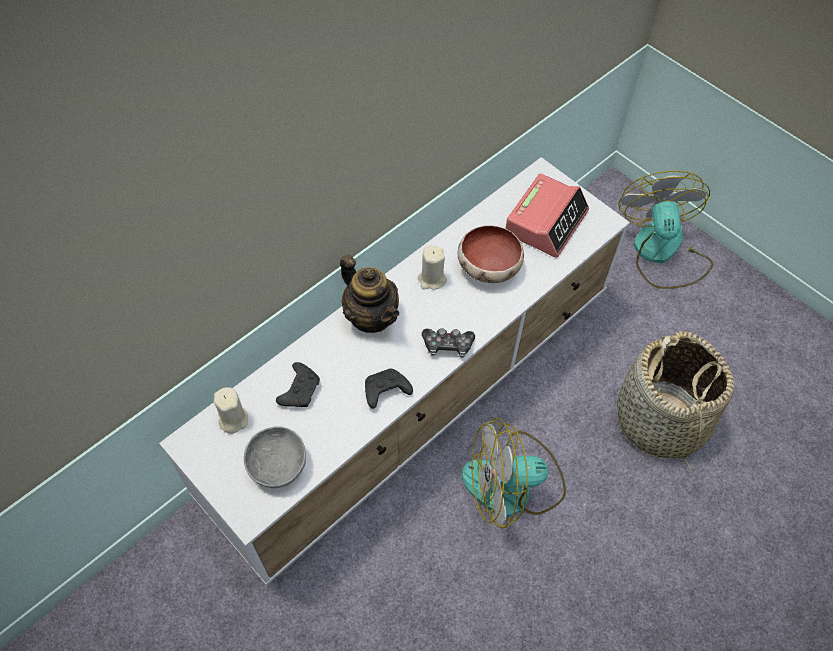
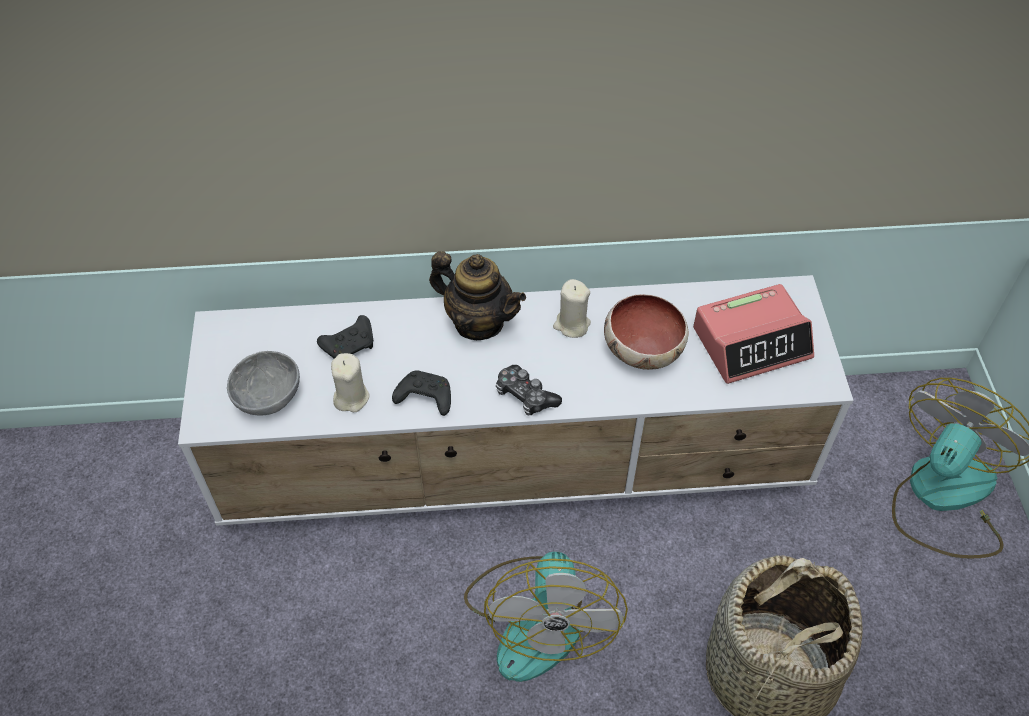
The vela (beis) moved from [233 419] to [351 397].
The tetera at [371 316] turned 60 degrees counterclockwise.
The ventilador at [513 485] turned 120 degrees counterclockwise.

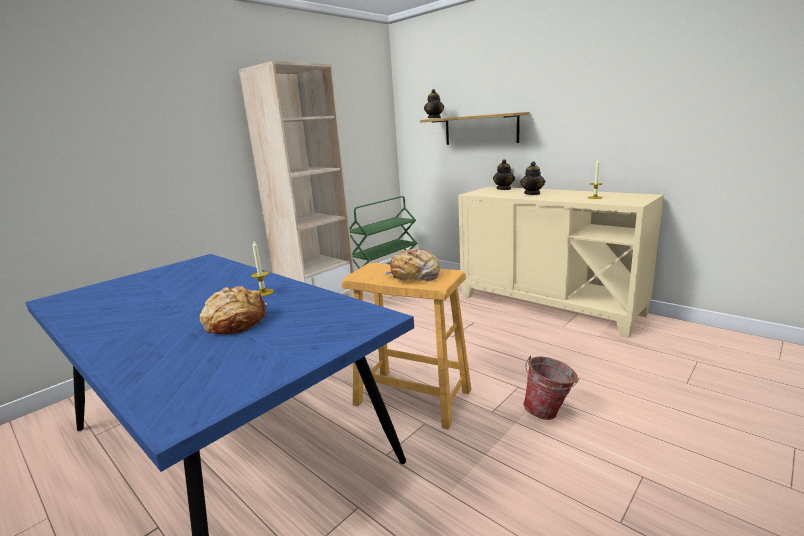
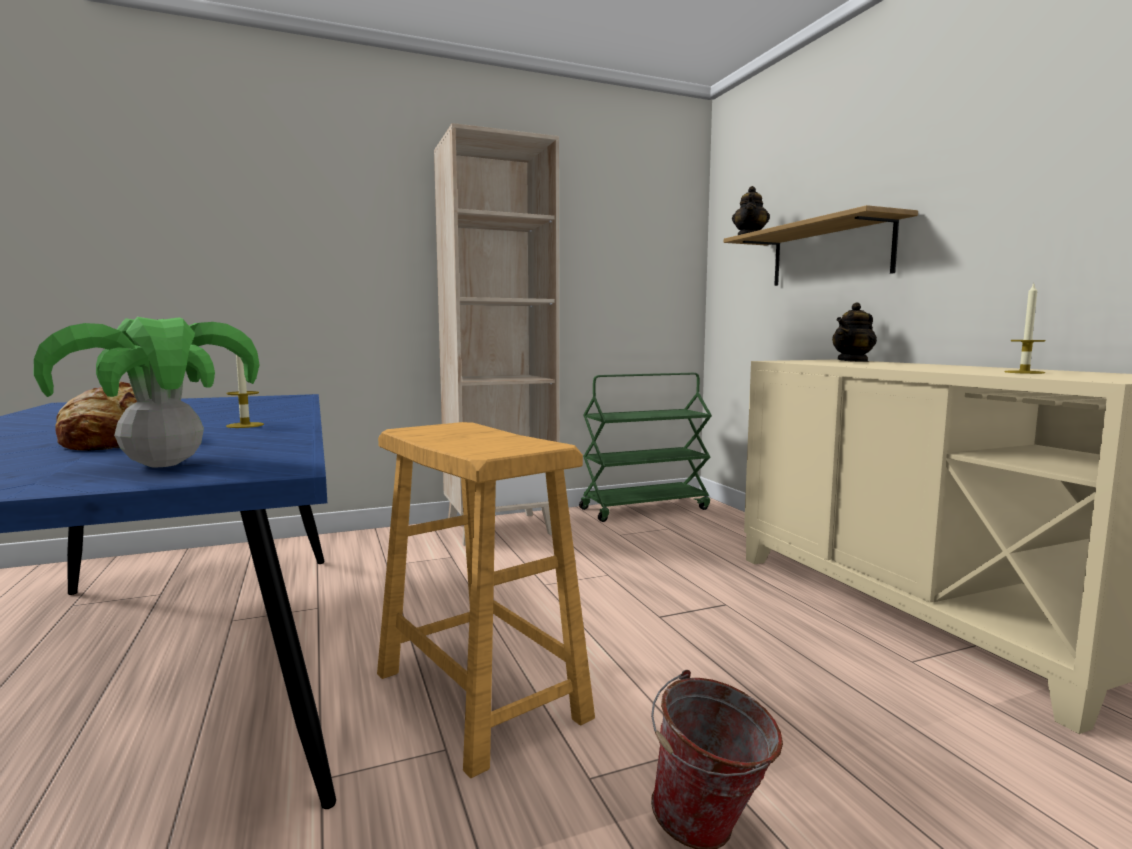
The pan at [414 276] disappeared.
The tetera at [532 193] disappeared.
The planta en maceta at [163 464] appeared.

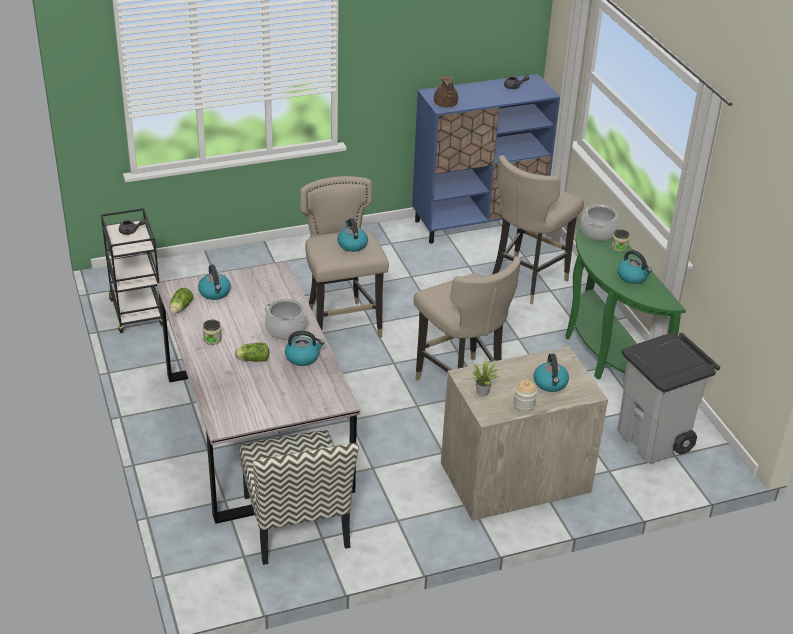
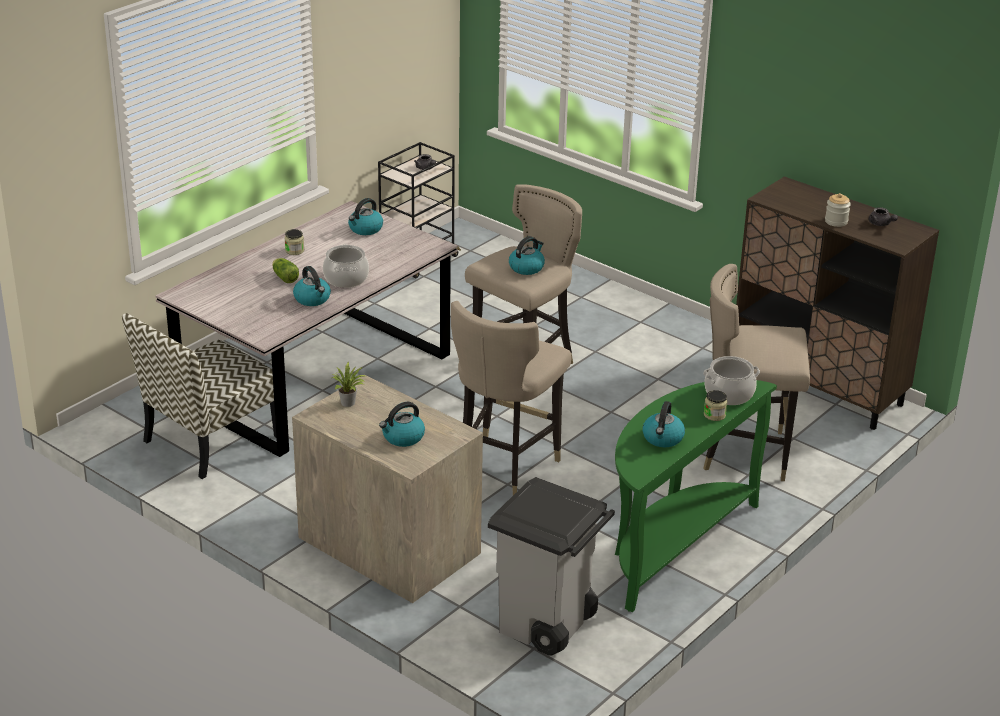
The lechuga at [180 308] disappeared.
The tetera (marrón) at [445 105] disappeared.
The tarro moved from [524 405] to [836 221].
The armario (azul) at [478 222] became the armario (marrón) at [818 388].

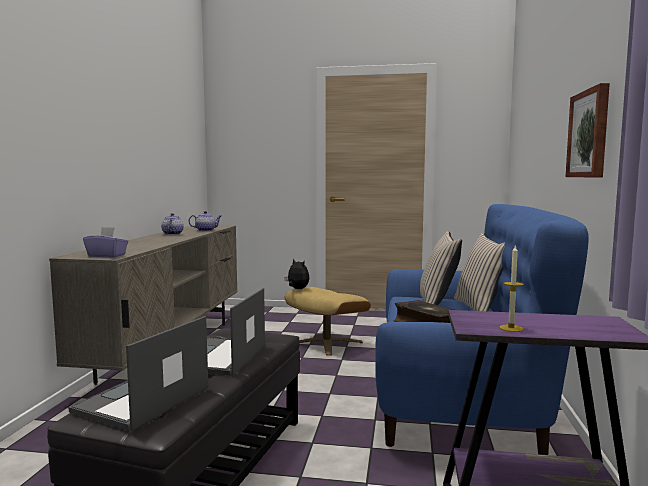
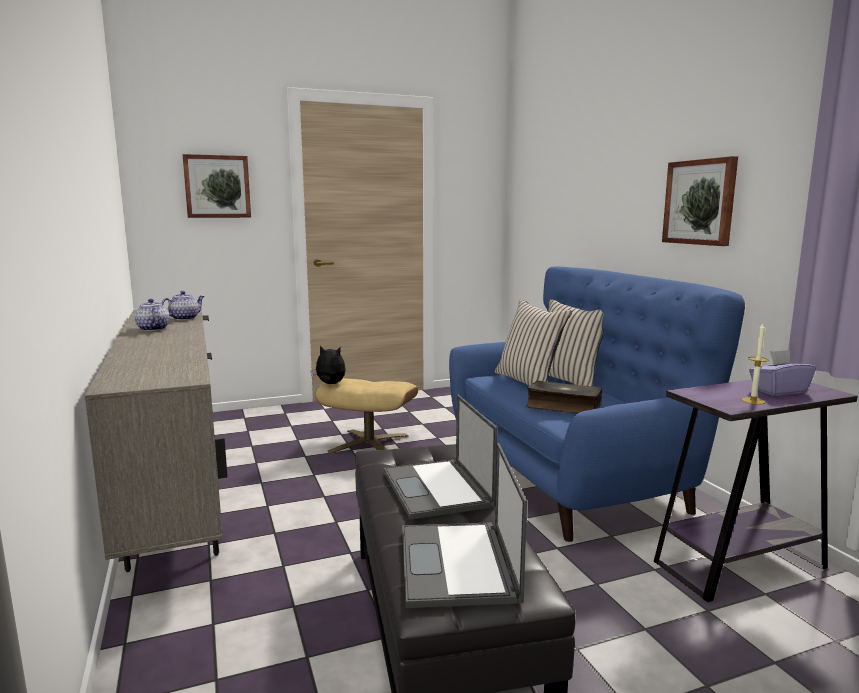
The cuadro at [217 186] appeared.
The caja de pañuelos (morado) moved from [107 256] to [778 391].

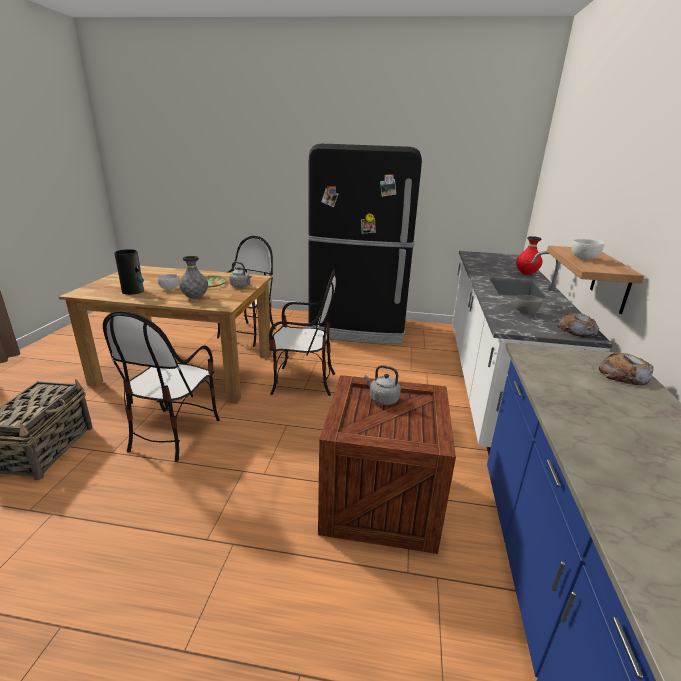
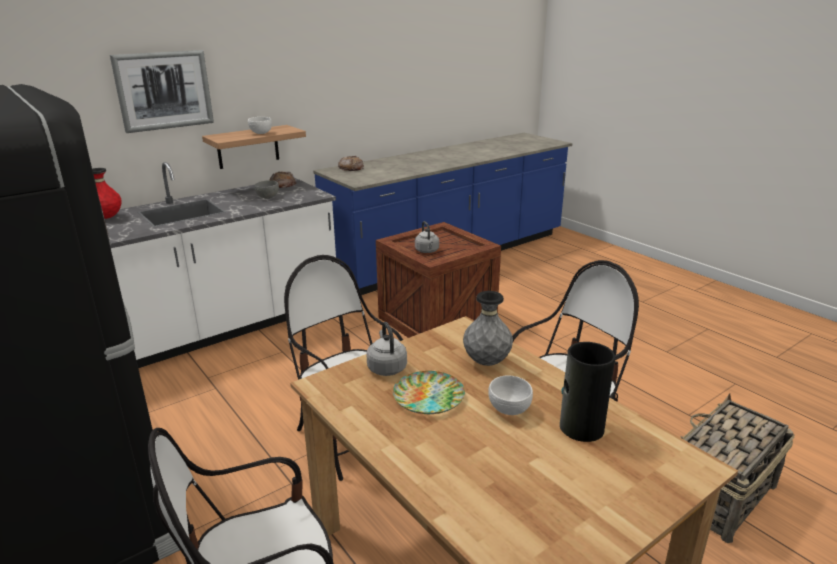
The cuadro at [164 90] appeared.

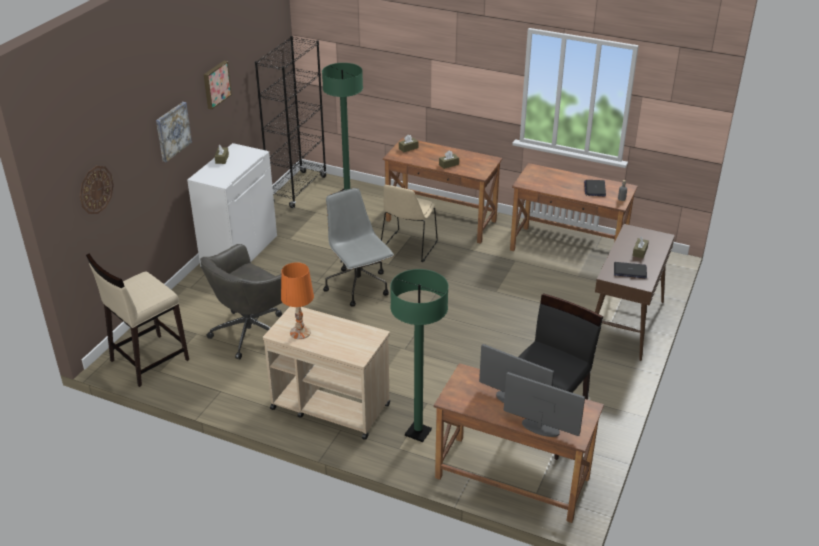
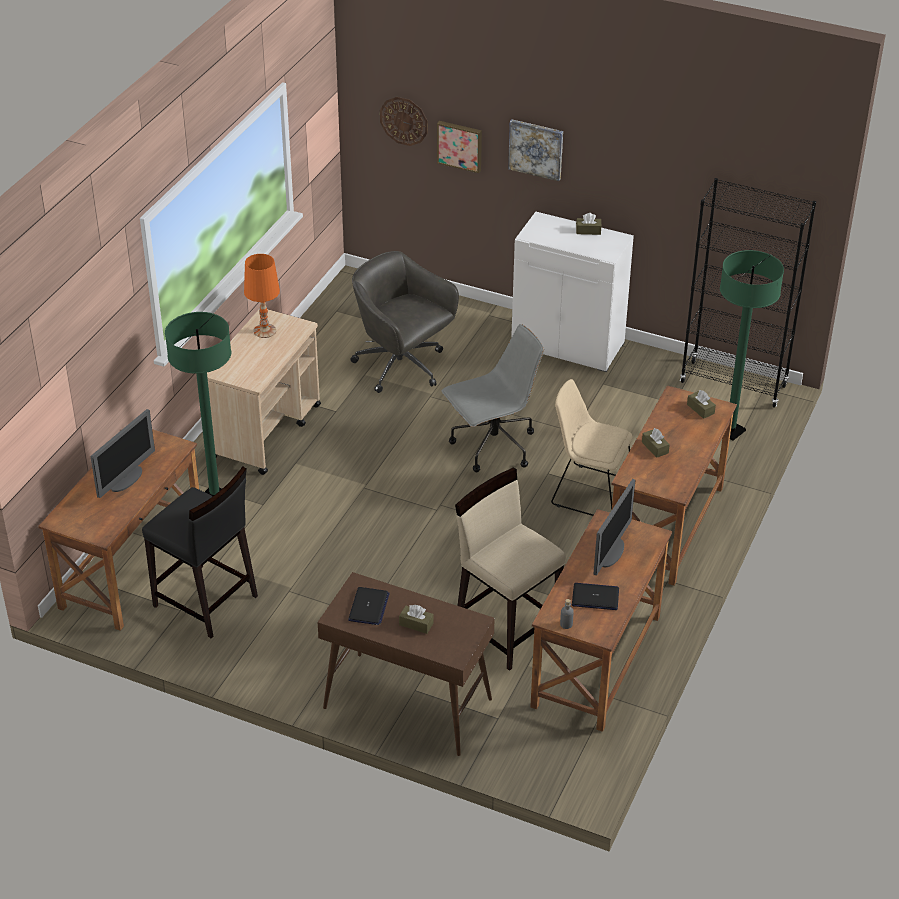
The taburete (beis) moved from [148 360] to [507 630].
The cuadro moved from [216 84] to [460 145].
The monitor moved from [540 428] to [611 553].

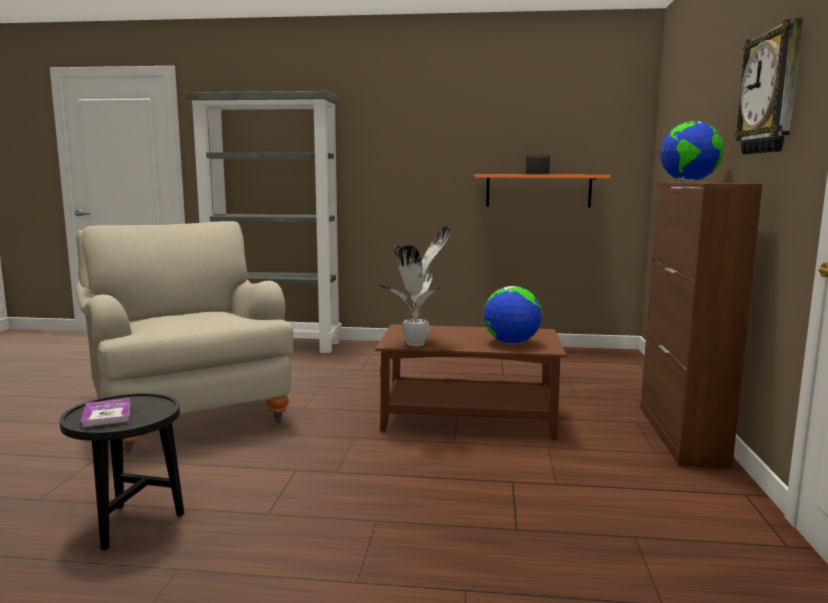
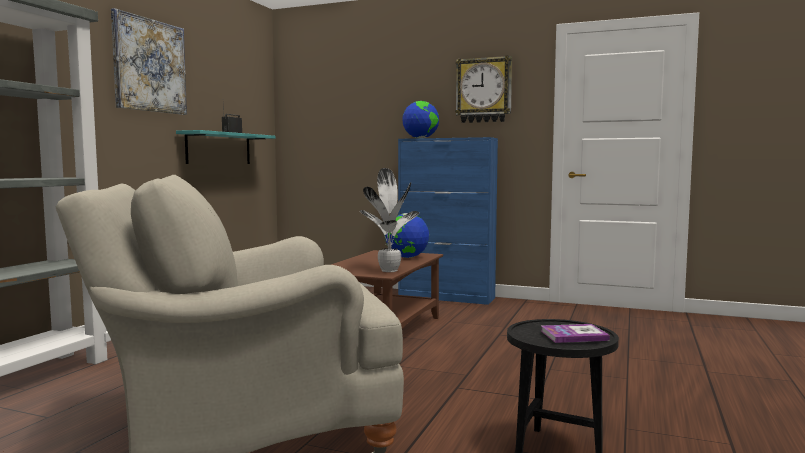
The cuadro at [149 65] appeared.
The estante (naranja) at [538 190] became the estante (turquesa) at [219 148].
The armario (marrón) at [681 435] became the armario (azul) at [446 297].

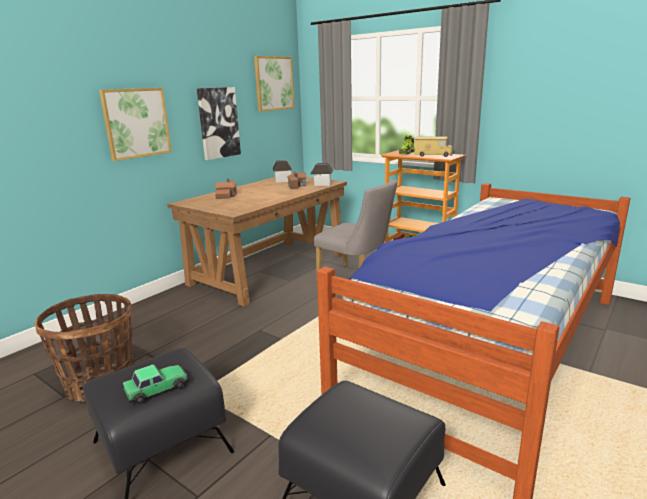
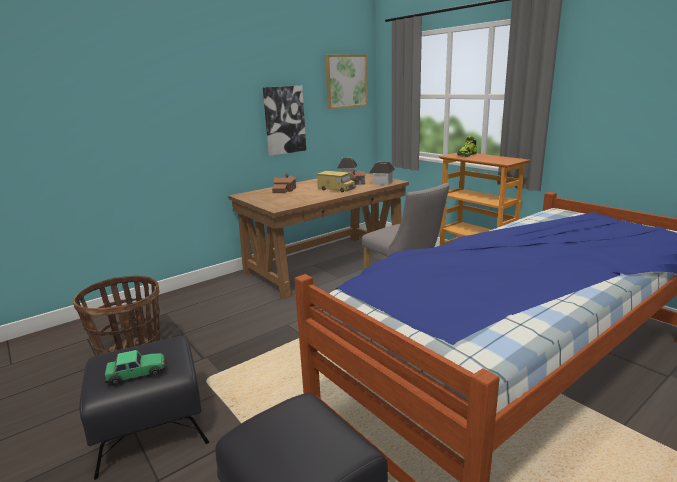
The cuadro at [136 123] disappeared.
The camión de juguete moved from [433 155] to [336 189].

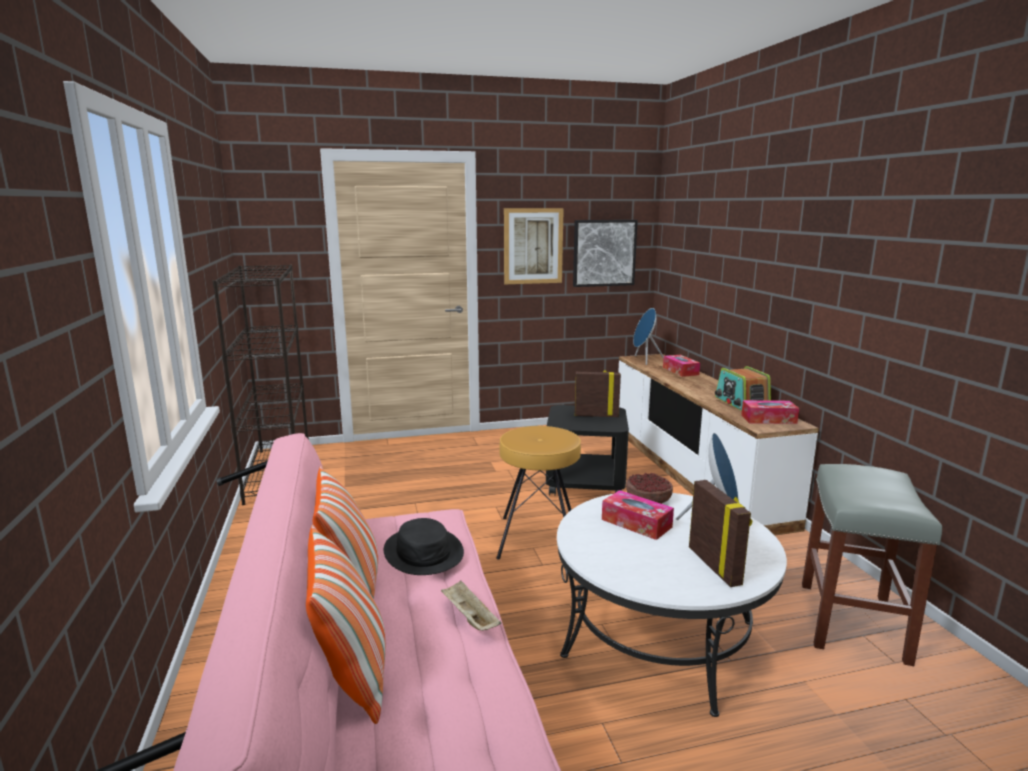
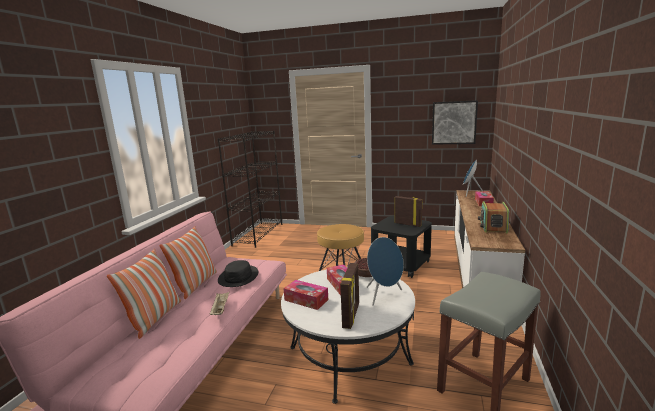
The cuadro at [533 246] disappeared.
The caja de pañuelos moved from [768 419] to [306 300].

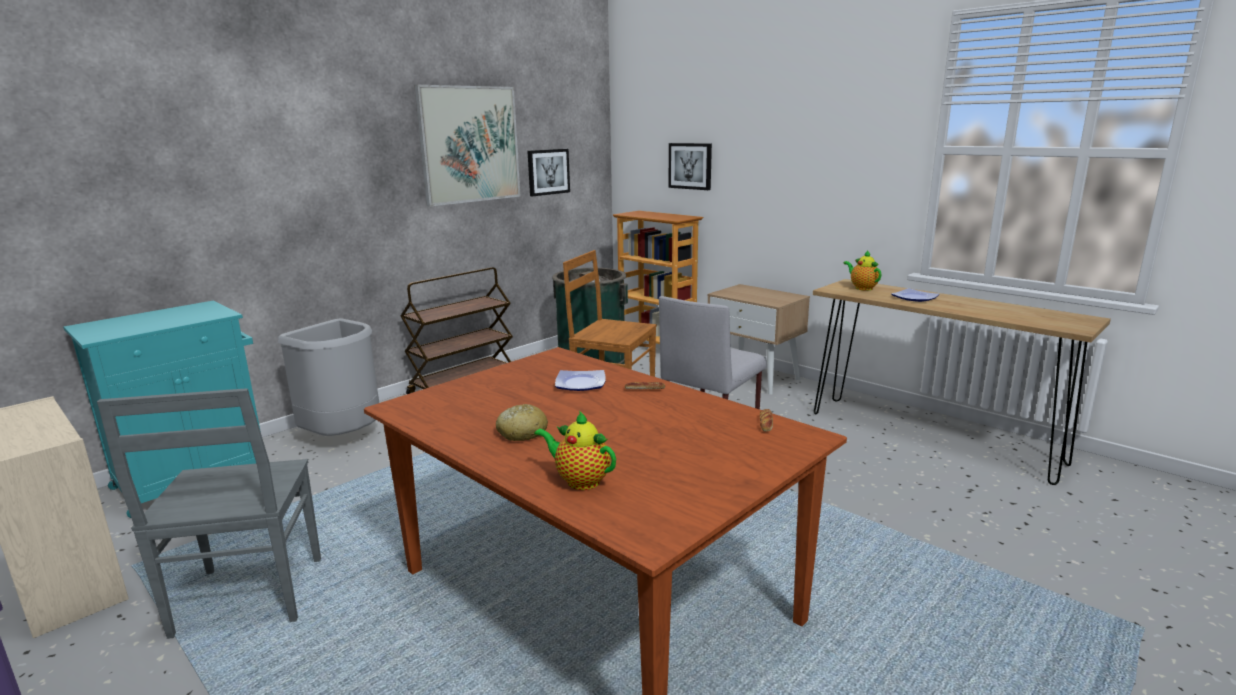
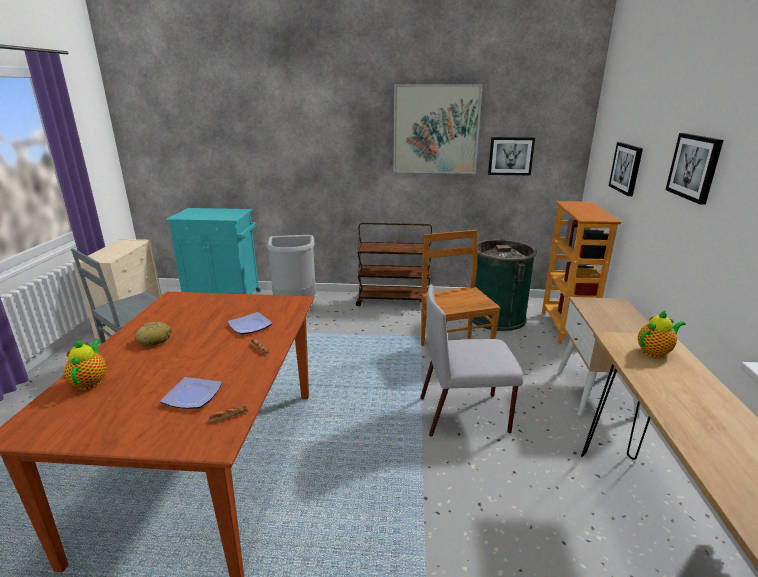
The cuadro at [694 167] appeared.
The plato moved from [913 298] to [192 395].
The tetera at [862 288] turned 45 degrees clockwise.

